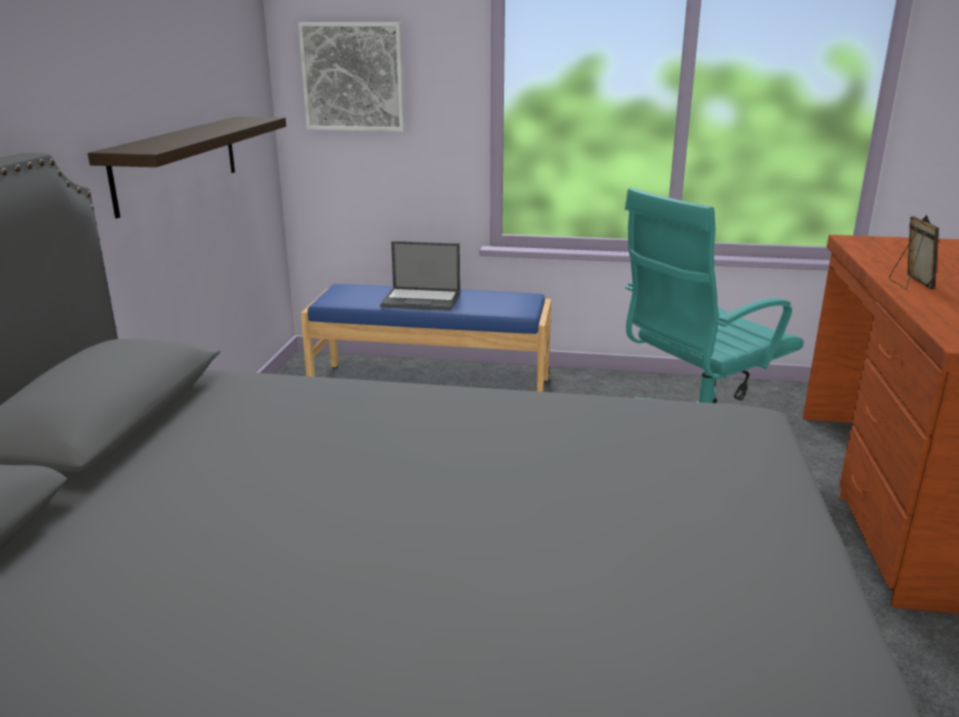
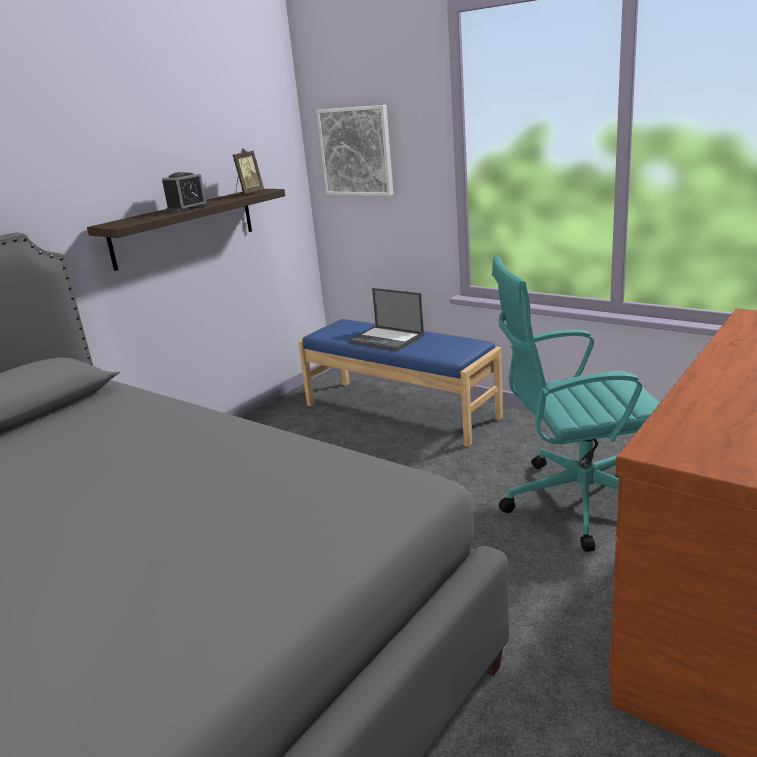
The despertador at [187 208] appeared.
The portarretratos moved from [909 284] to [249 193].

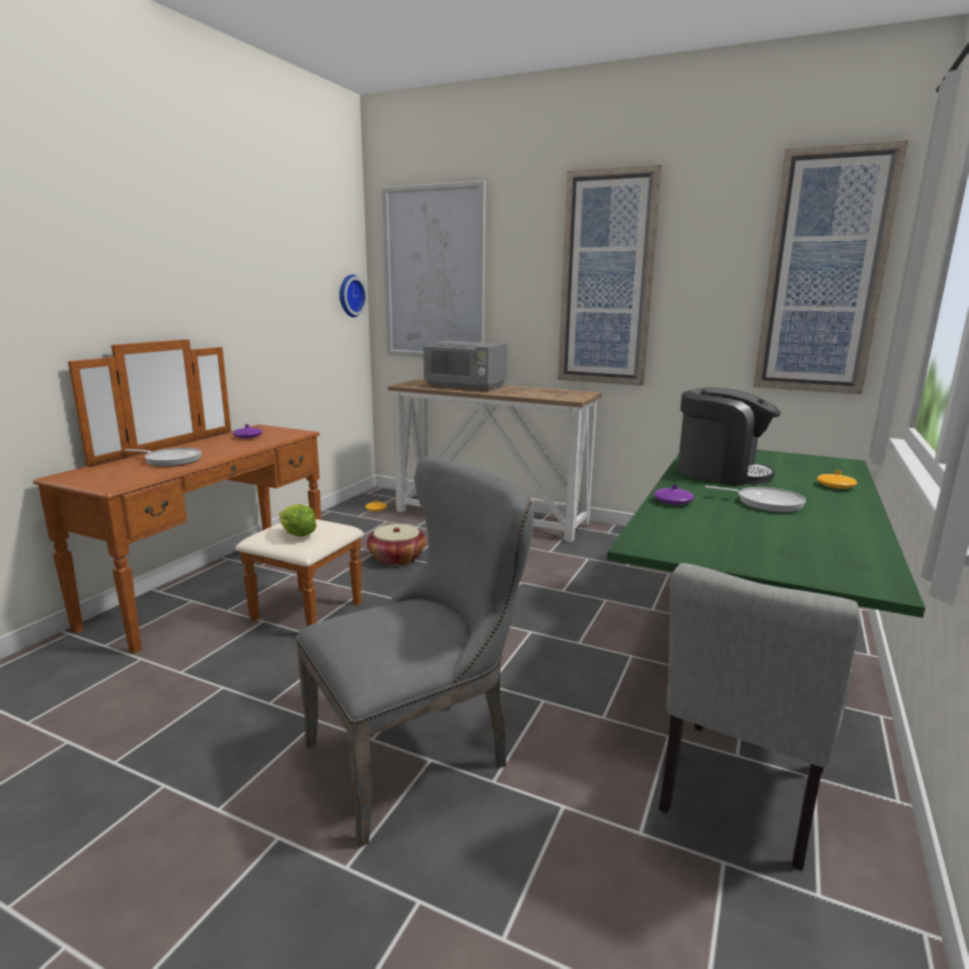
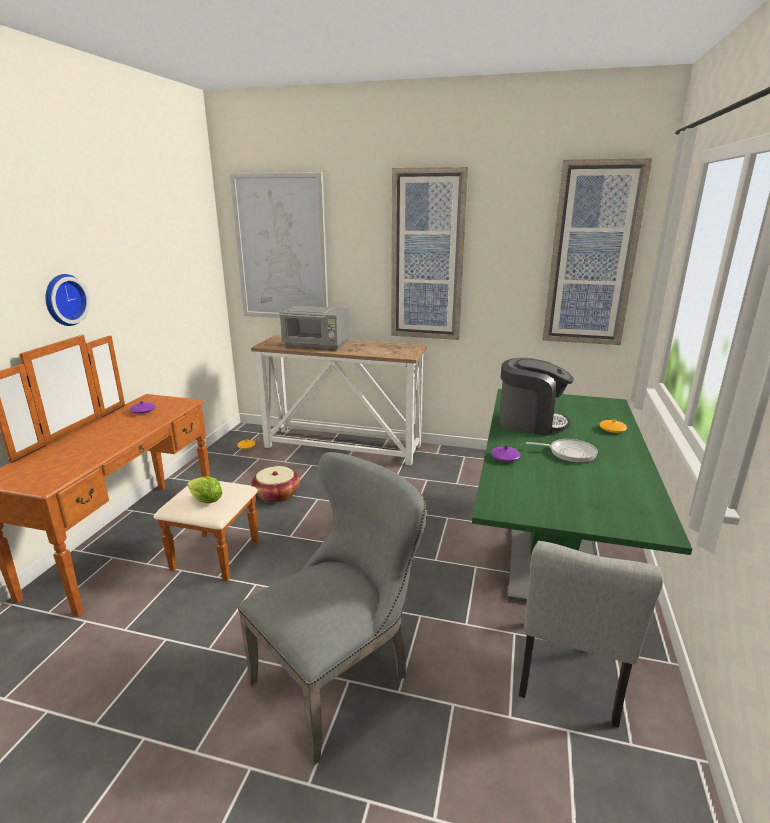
The sartén at [170 460] disappeared.
The reloj de pared moved from [350 296] to [63 300].

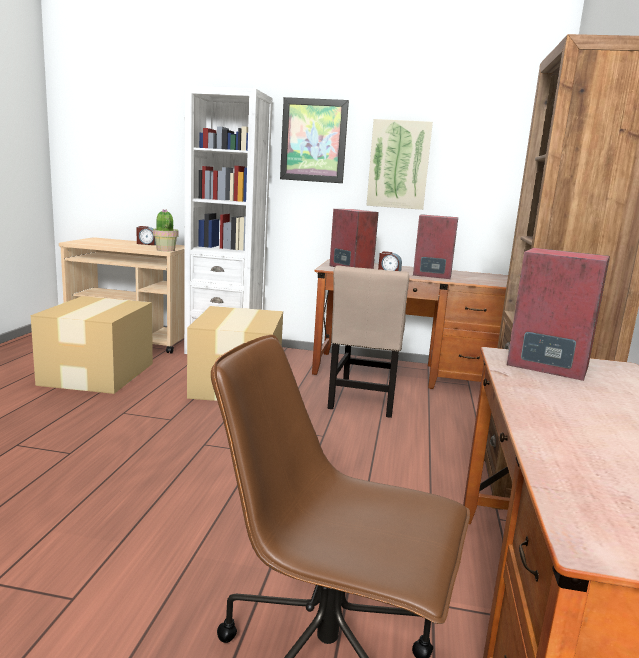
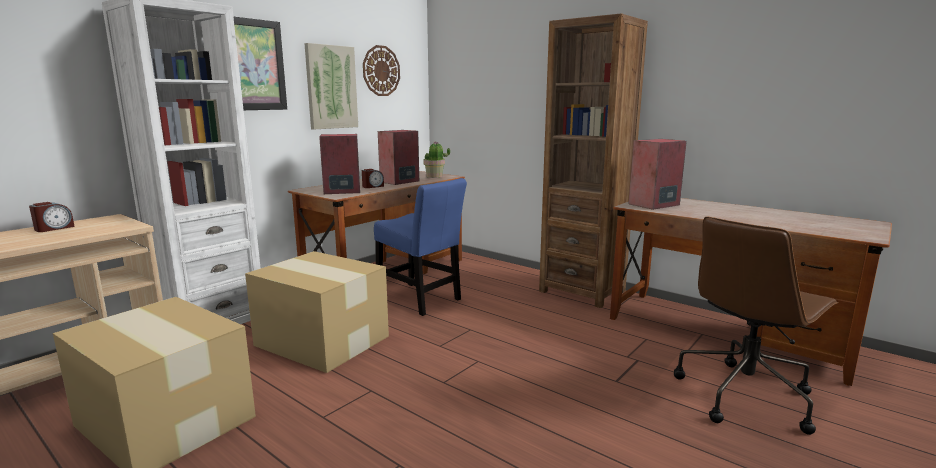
The reloj de pared at [381 71] appeared.
The planta en maceta moved from [165 250] to [434 176].
The silla (beis) at [363 400] became the silla (azul) at [421 299].

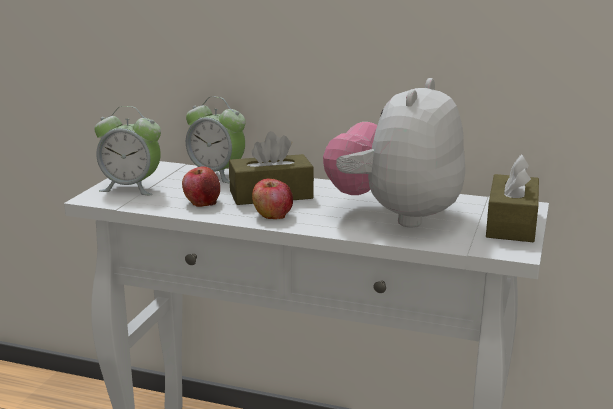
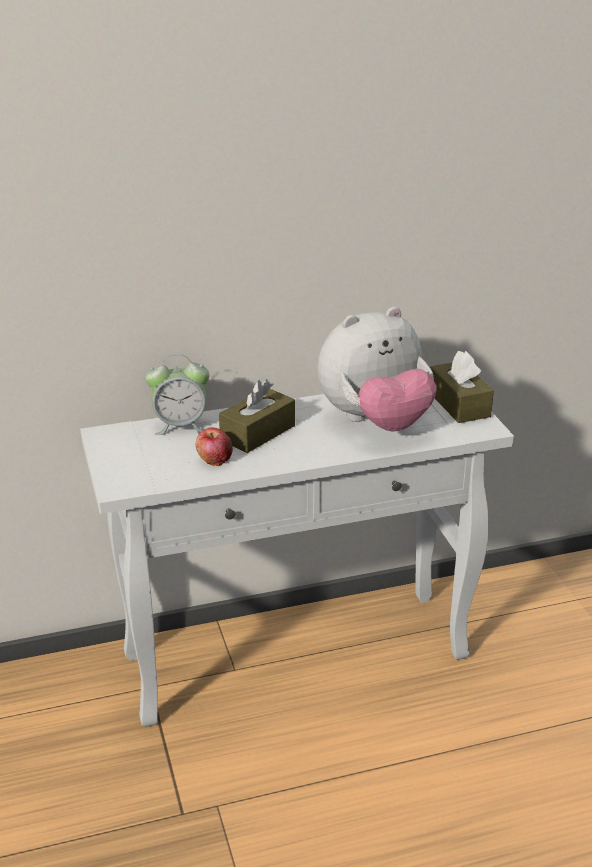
The despertador at [131 188] disappeared.
The manzana at [272 215] disappeared.
The peluche at [396 215] turned 105 degrees counterclockwise.

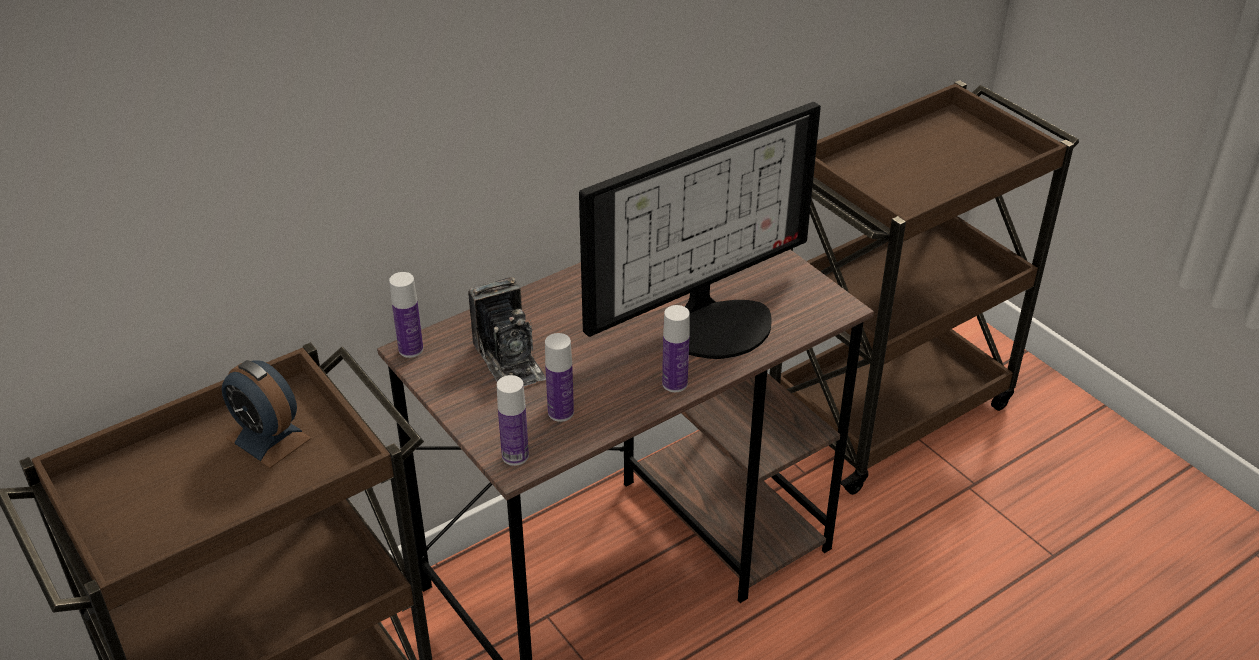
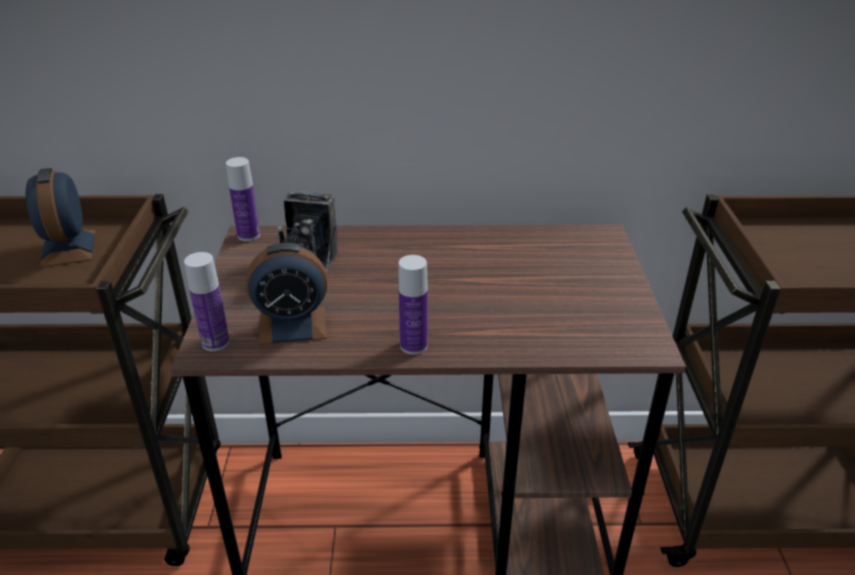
The monitor at [717 322] disappeared.
The botella at [560 412] was replaced by the despertador at [292 325].

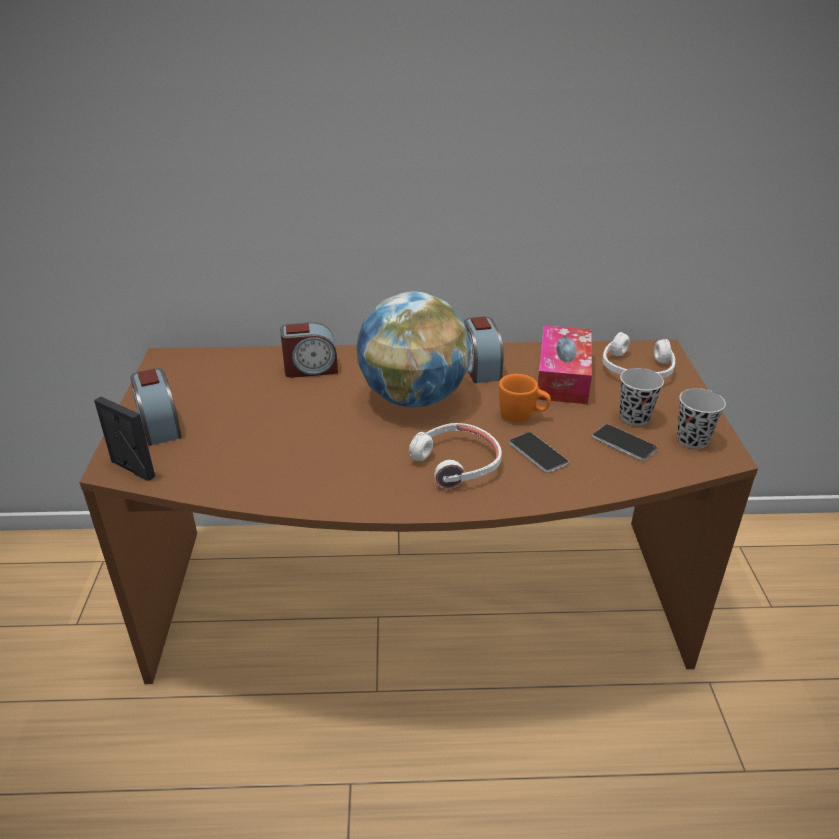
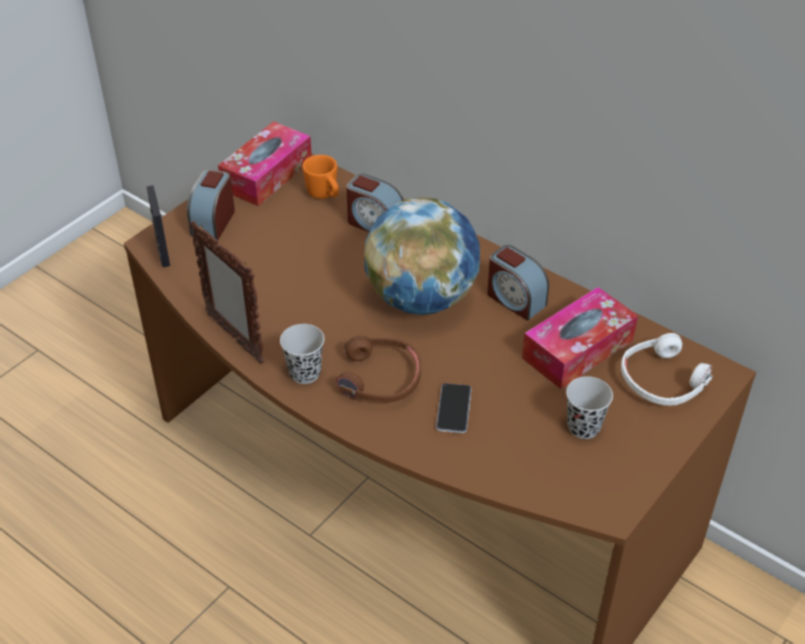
The móvil at [624 443] disappeared.
The portarretratos at [234 338] appeared.
The caja de pañuelos at [267 175] appeared.
The taza grande (naranja) moved from [522 416] to [324 195].
The taza (negro) moved from [692 440] to [305 373].
The auriculares (blanco) at [456 463] became the auriculares (marrón) at [380 378].
The despertador at [480 368] turned 75 degrees counterclockwise.

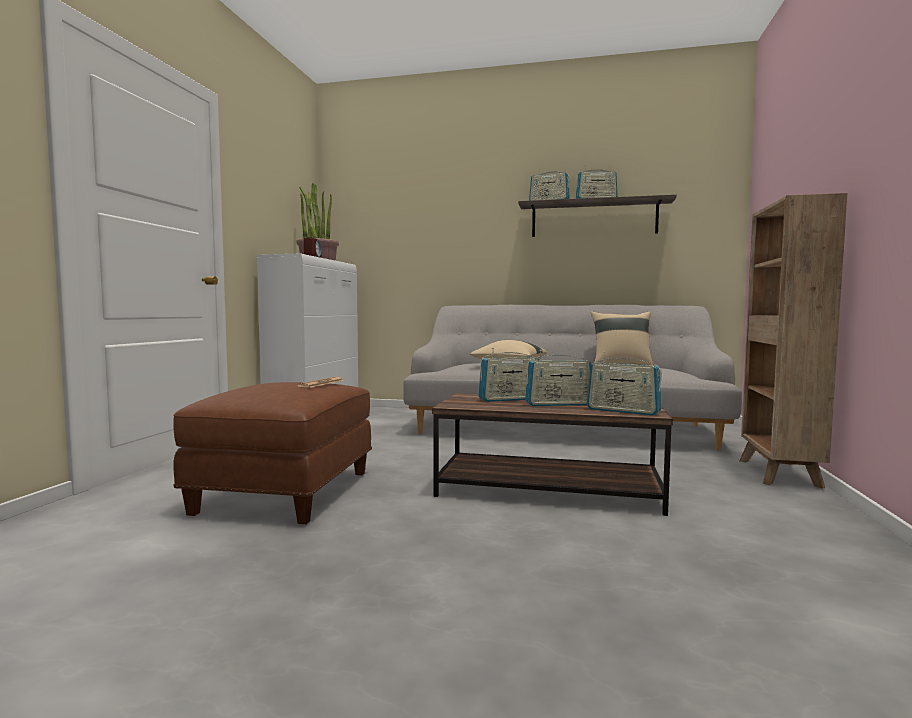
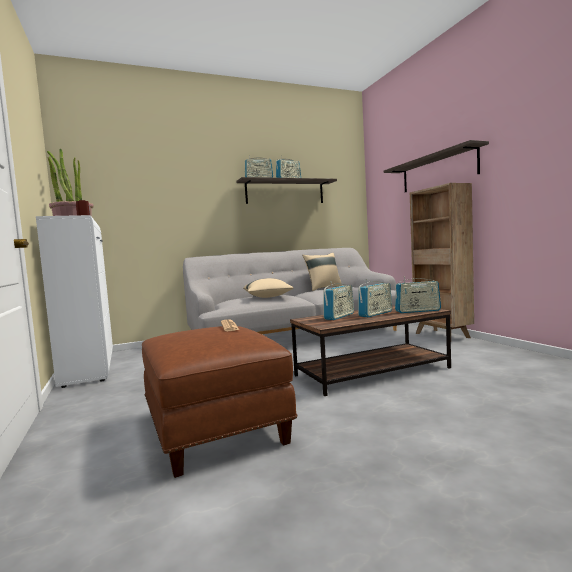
The estante at [438 171] appeared.

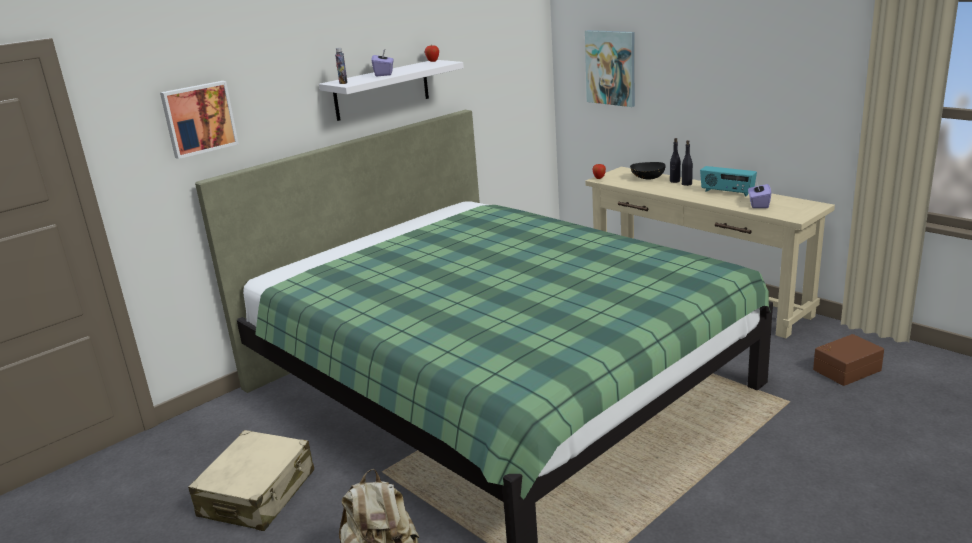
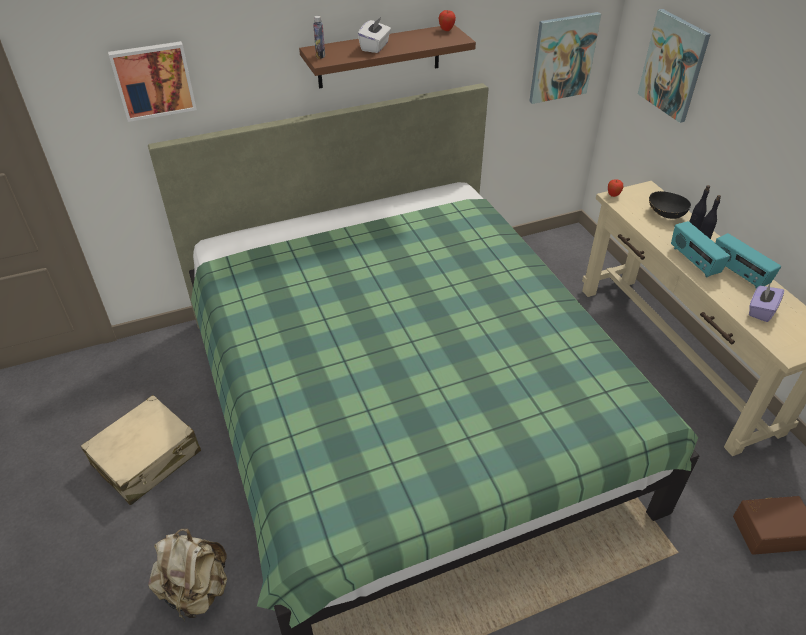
The cuadro at [562 57] appeared.
The radio at [693 261] appeared.
The estante (blanco) at [382 90] became the estante (marrón) at [379 56].
The caja de pañuelos (morado) at [384 74] became the caja de pañuelos (blanco) at [375 47].

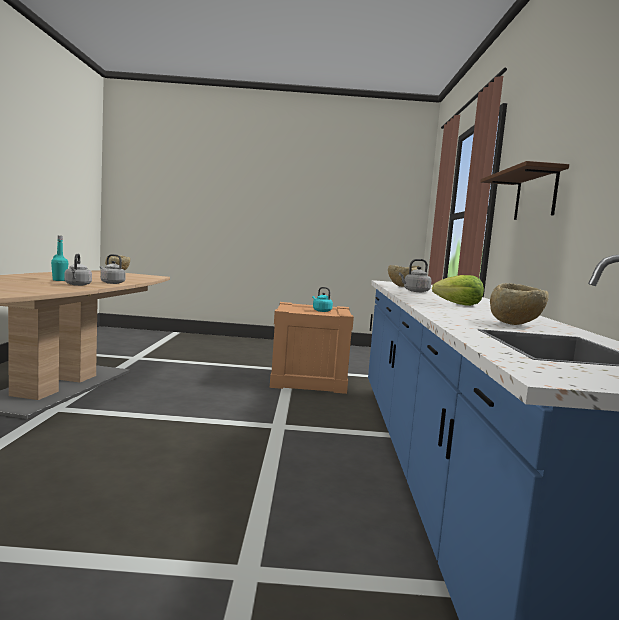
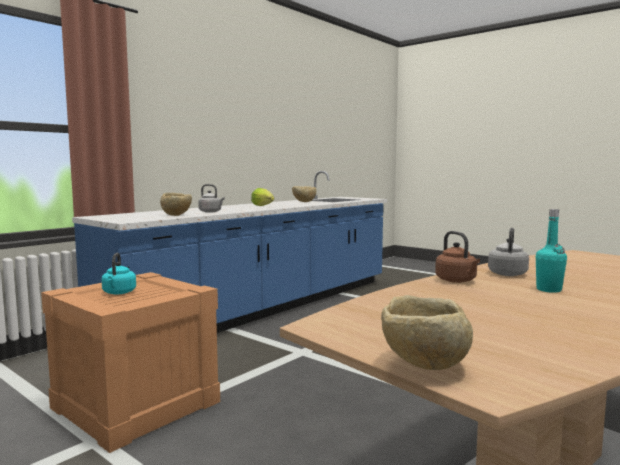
The estante (marrón) at [535 195] disappeared.
The hervidor (gris) at [111 283] became the hervidor (marrón) at [457 281].

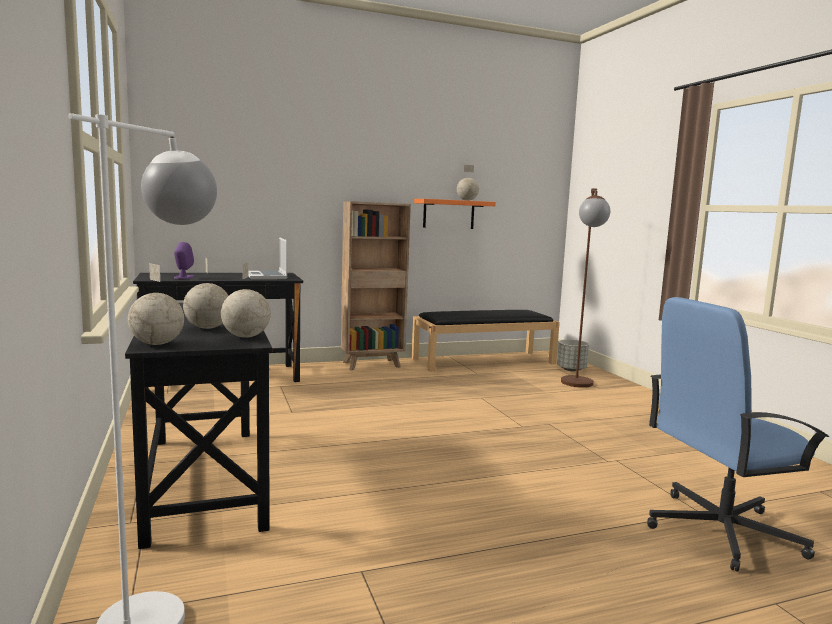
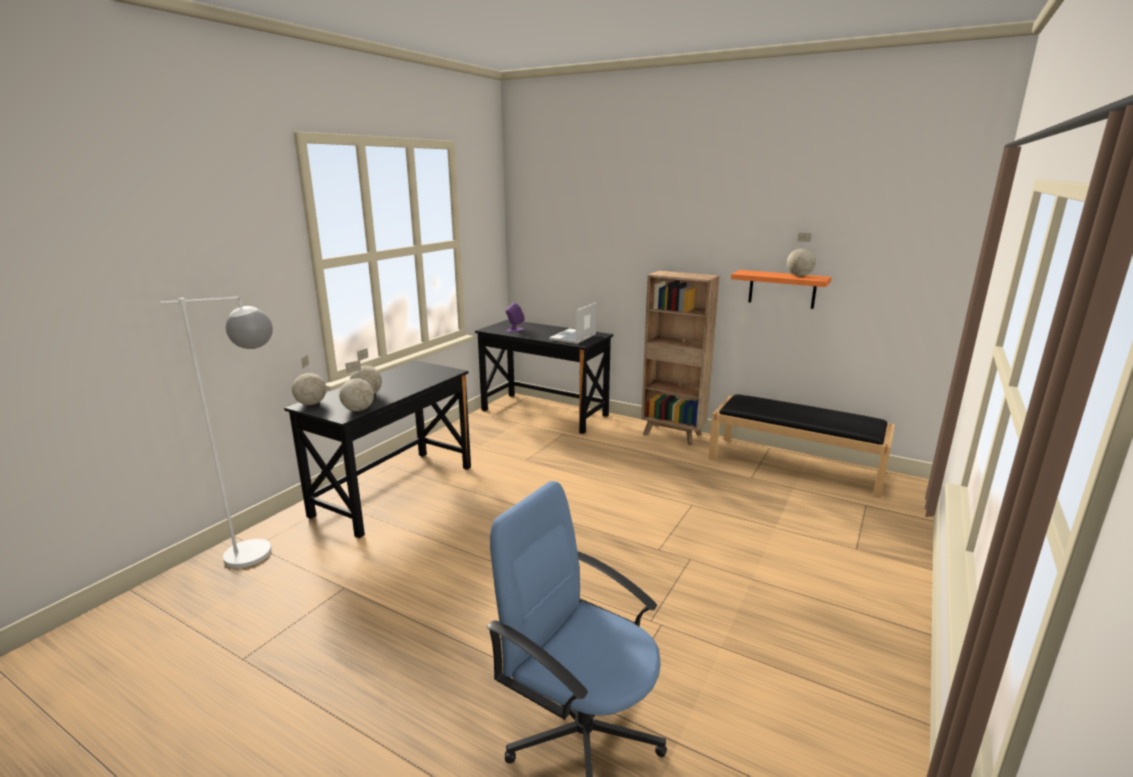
The maceta (gris) at [571 369] disappeared.
The lámpara de pie (marrón) at [578 386] disappeared.

